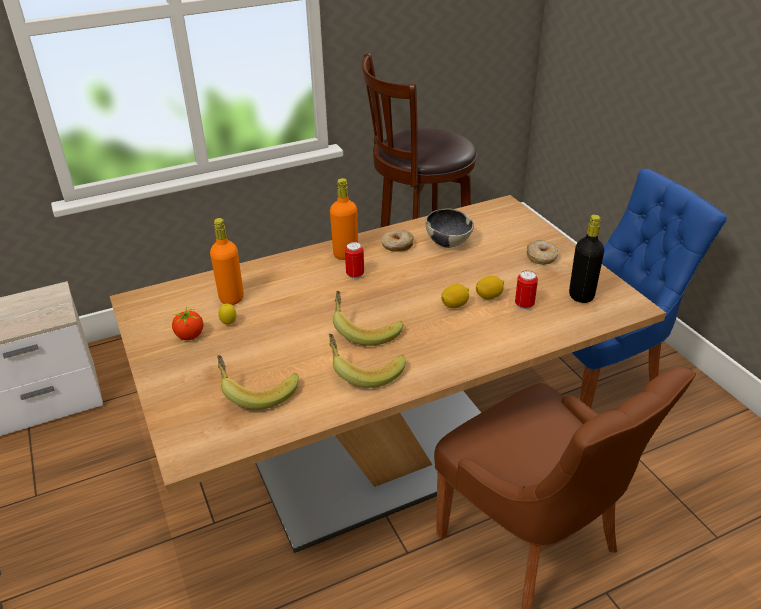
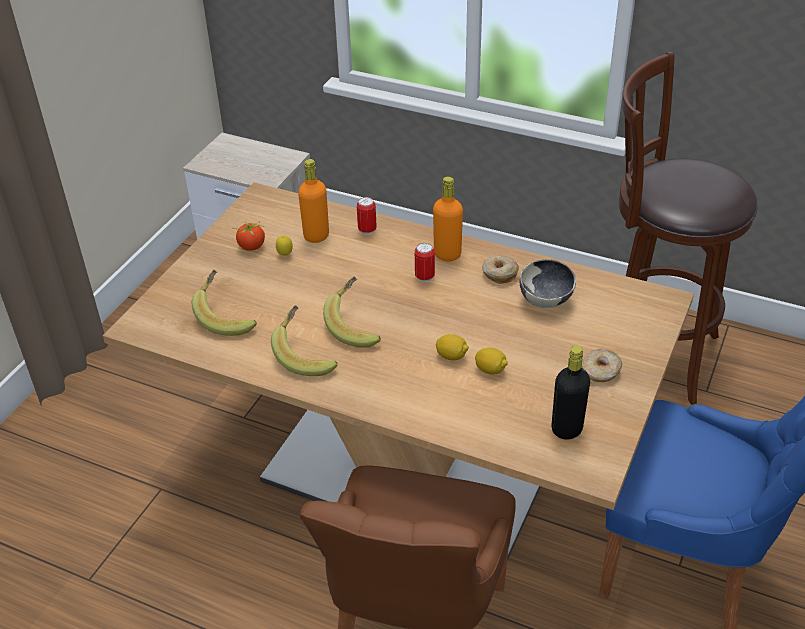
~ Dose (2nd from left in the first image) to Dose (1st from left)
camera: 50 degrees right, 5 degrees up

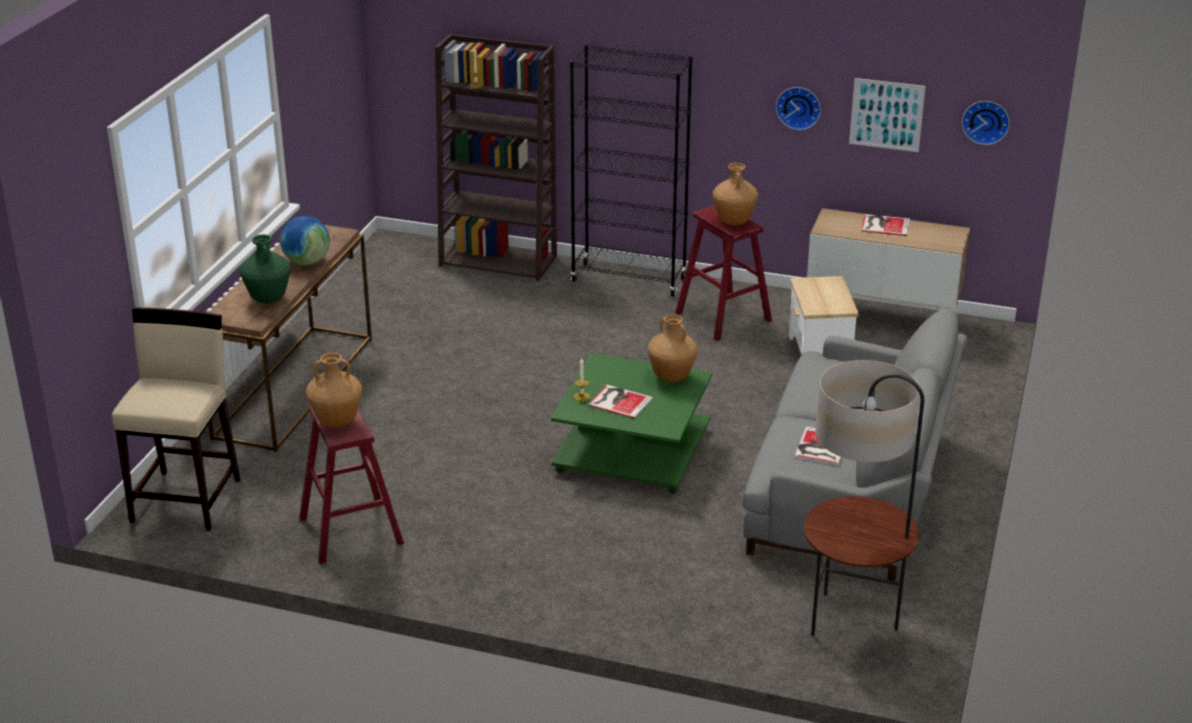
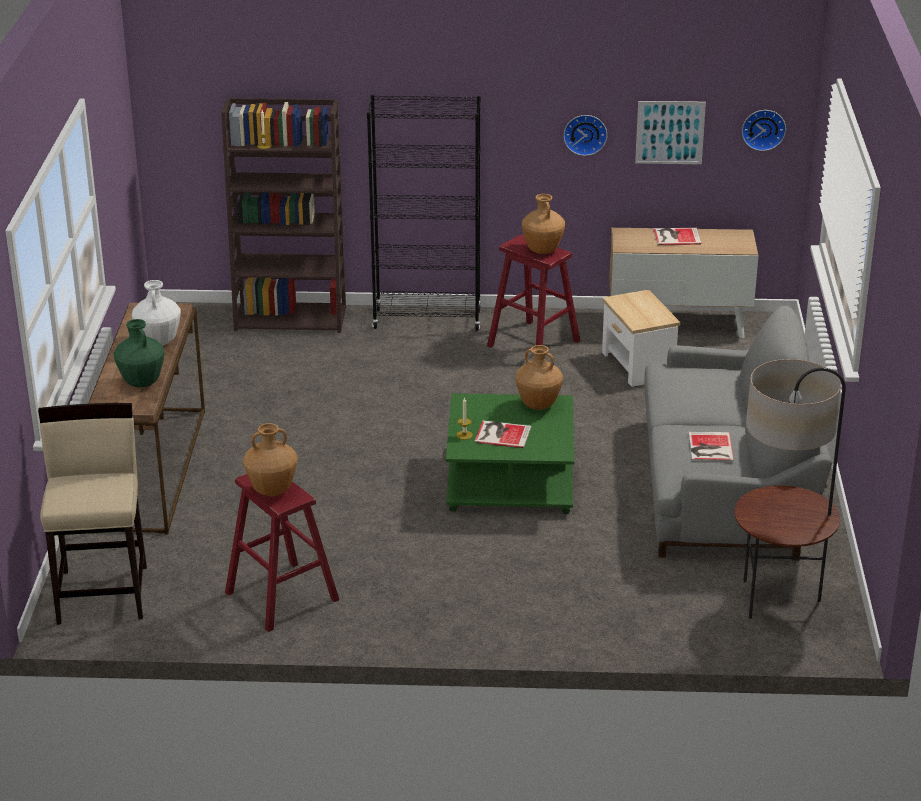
~ Globus to Vase/weiß
camera: 15 degrees left, 0 degrees up

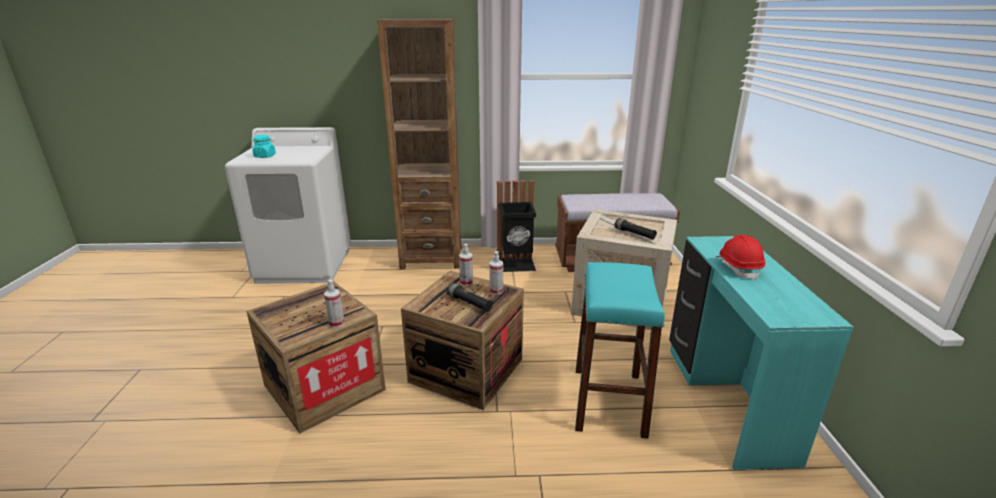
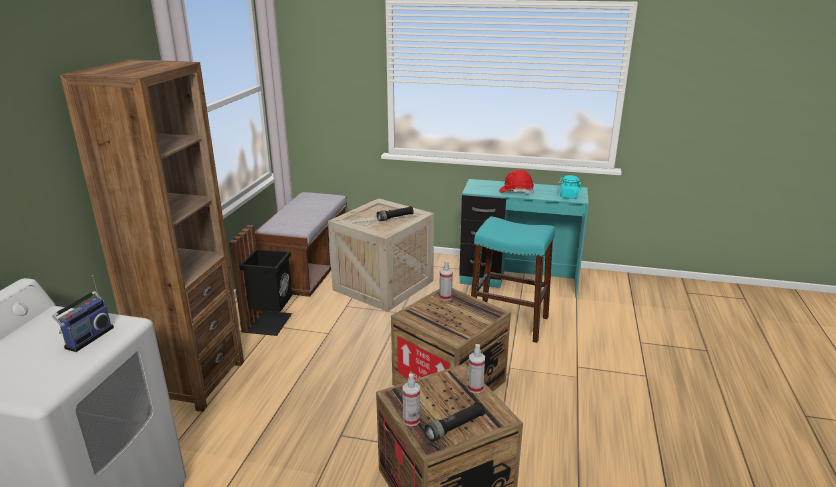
~ Vorratsglas/türkis
~ Taschenlampe/schwarz (1st from left in the first image) to Taschenlampe/schwarz (2nd from left)
~ Sprühflasche (2nd from left in the first image) to Sprühflasche (1st from left)
+ Radio
camera: 75 degrees left, 0 degrees up

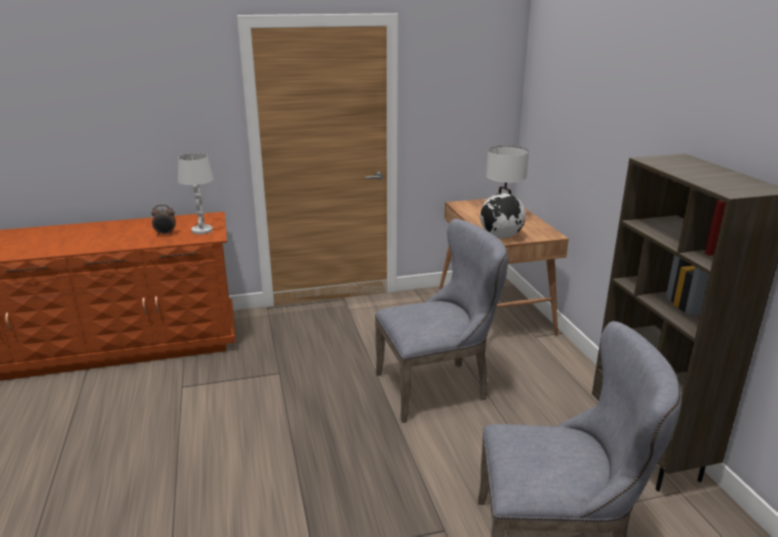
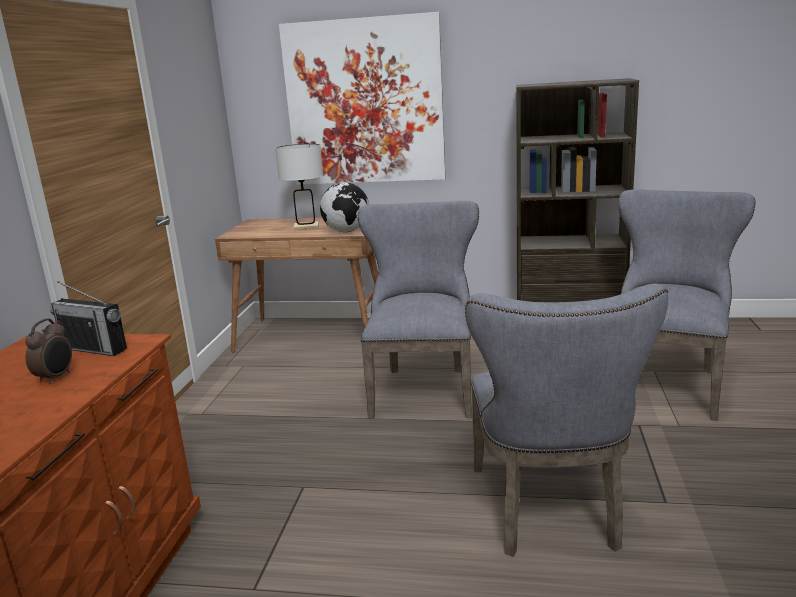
~ Tischlampe/weiß (1st from left) to Radio
+ Bild
+ Stuhl/grau (2nd from left)
camera: 65 degrees left, 5 degrees down

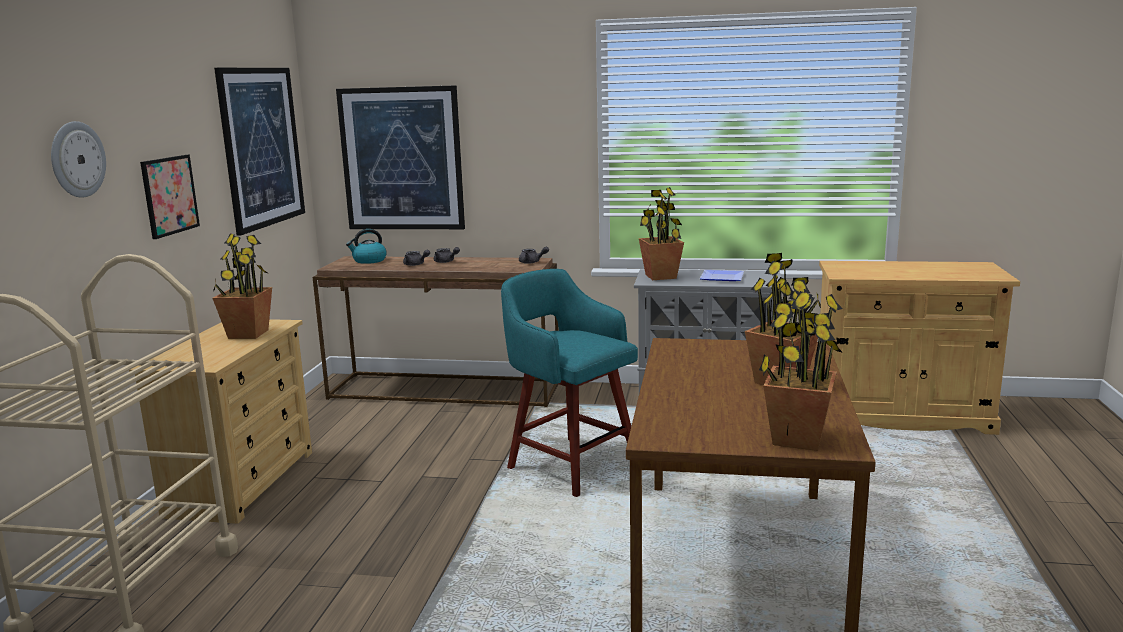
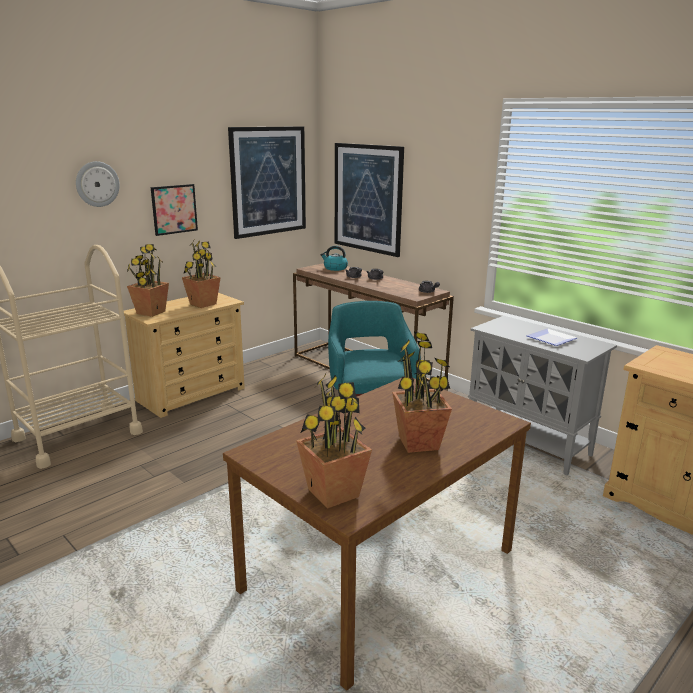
~ Topfpflanze (2nd from left in the first image) to Topfpflanze (1st from left)
camera: 35 degrees right, 5 degrees up

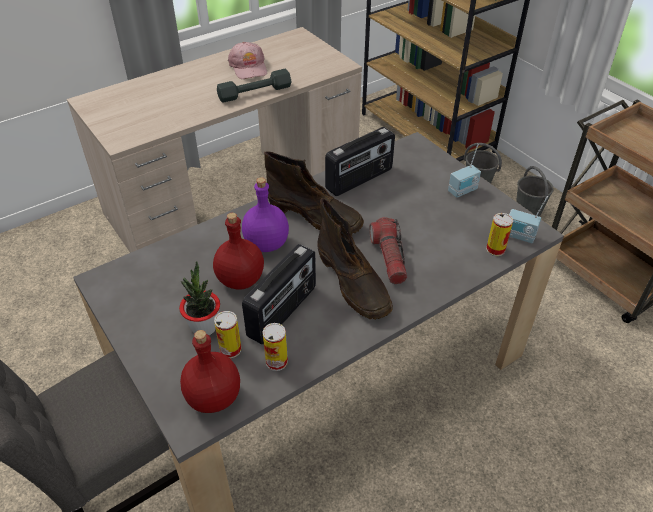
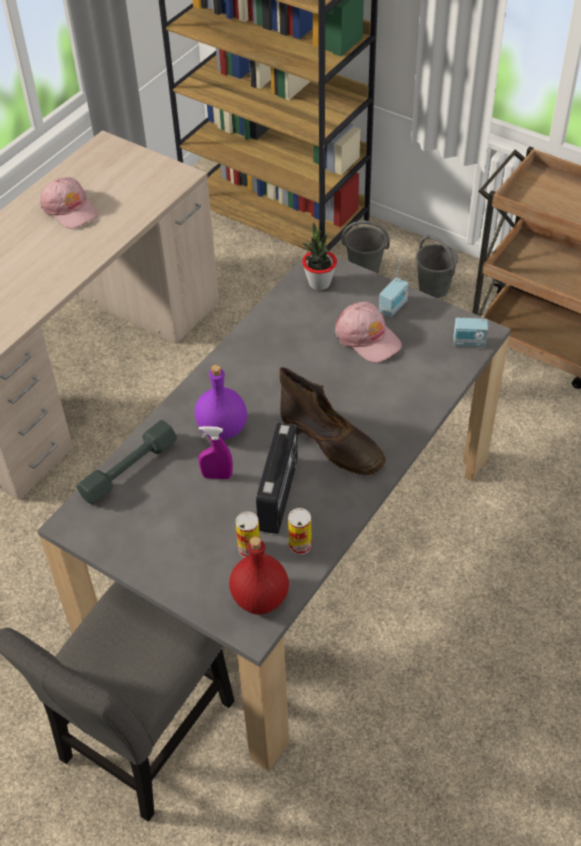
~ Topfpflanze
~ Flasche/rot (2nd from left) to Sprühflasche/lila
~ Hantel/grau
- Stiefel/braun (1st from left)
- Radio (2nd from left)
- Taschenlampe
- Dose (3rd from left)
+ Kappe/rosa (2nd from left)
camera: 20 degrees left, 5 degrees up

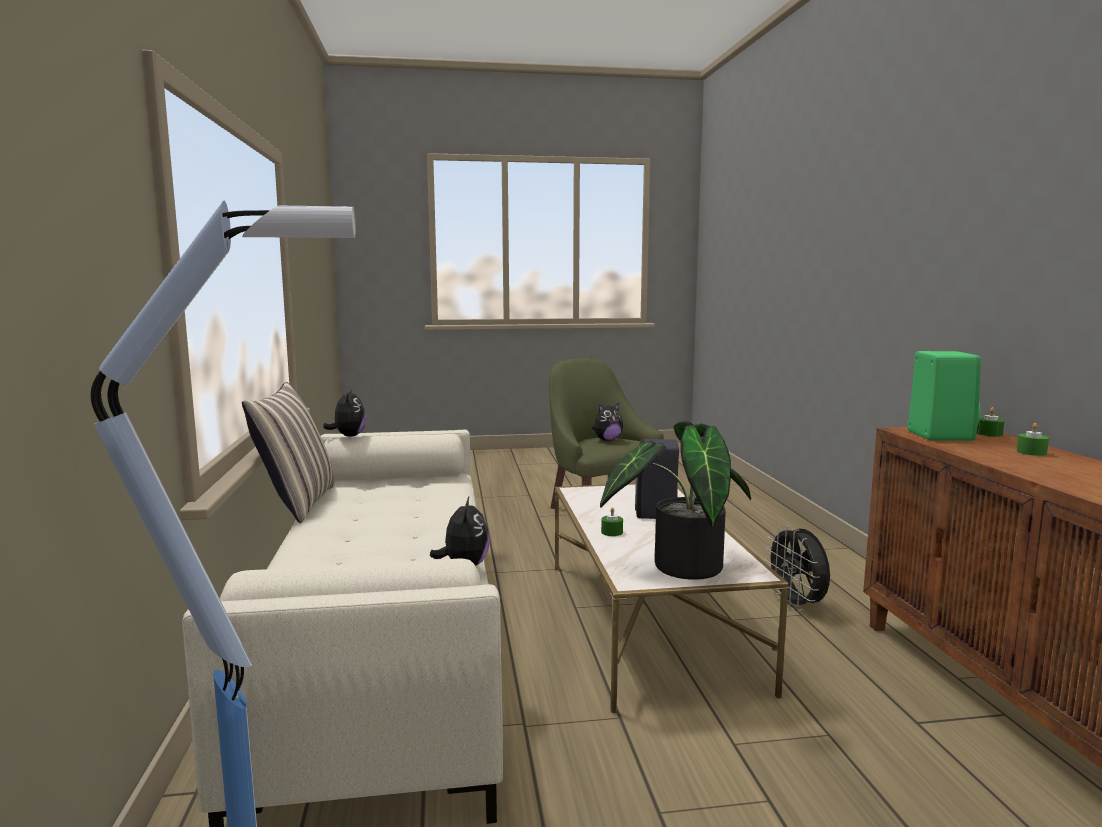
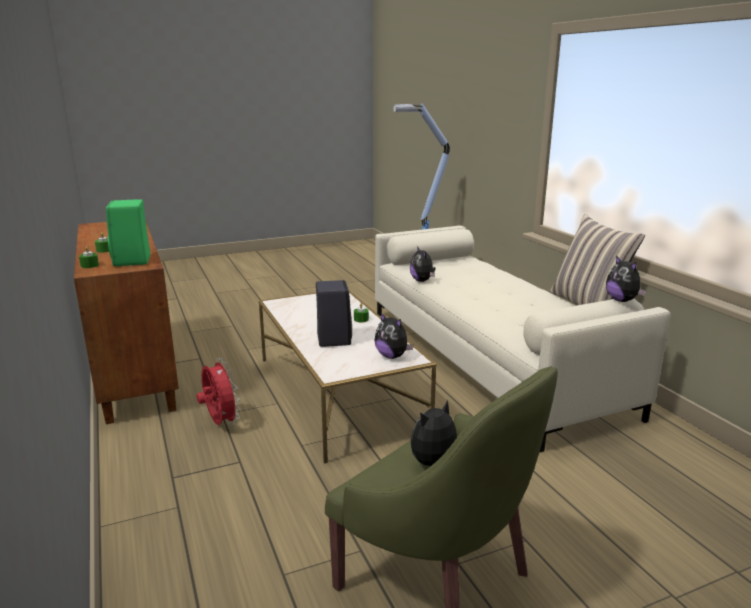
- Topfpflanze
~ Ventilator/schwarz to Ventilator/rot
+ Plüschtier (1st from left)
camera: 165 degrees right, 10 degrees up

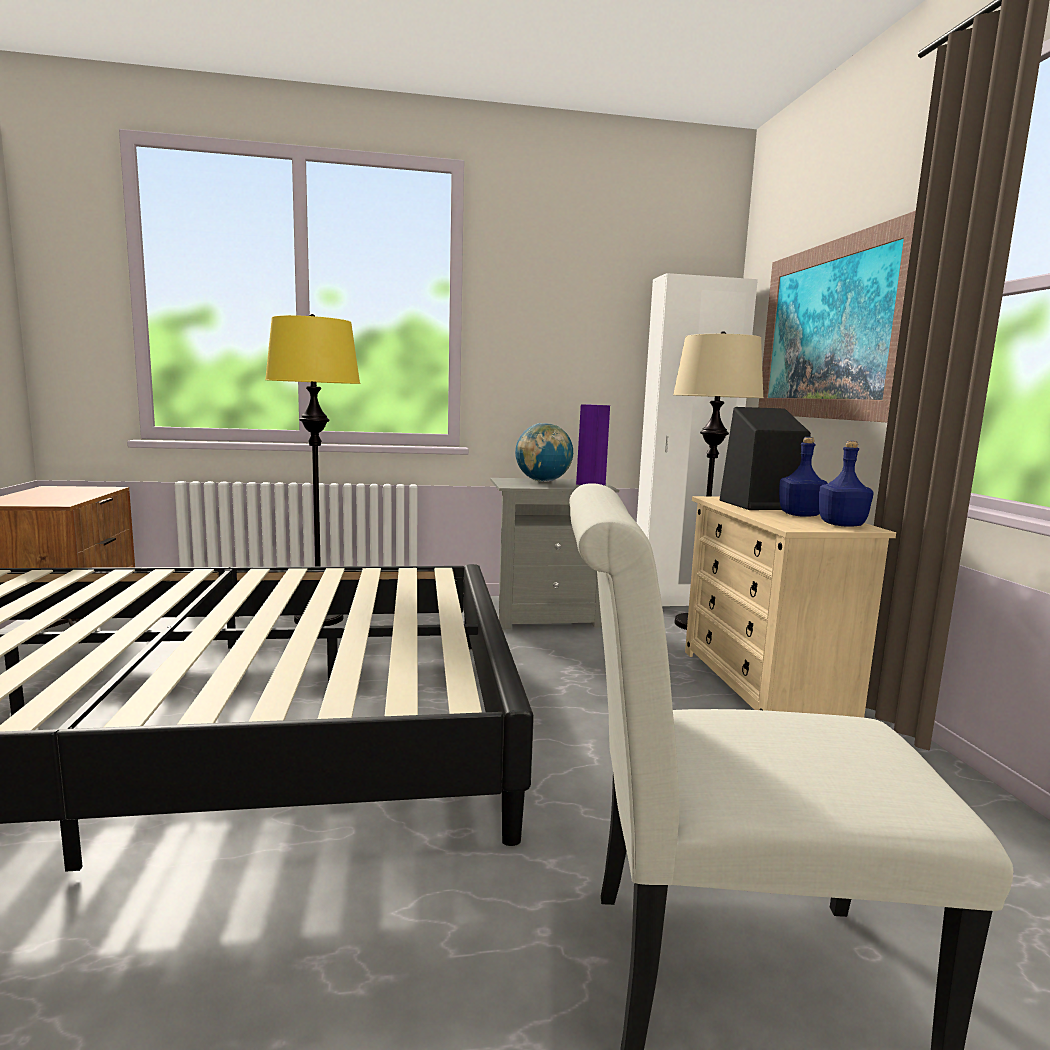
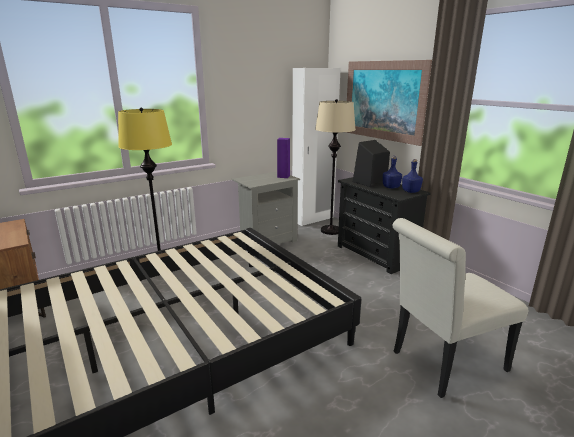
- Globus
~ Kommode/beige to Kommode/schwarz
camera: 25 degrees left, 10 degrees up

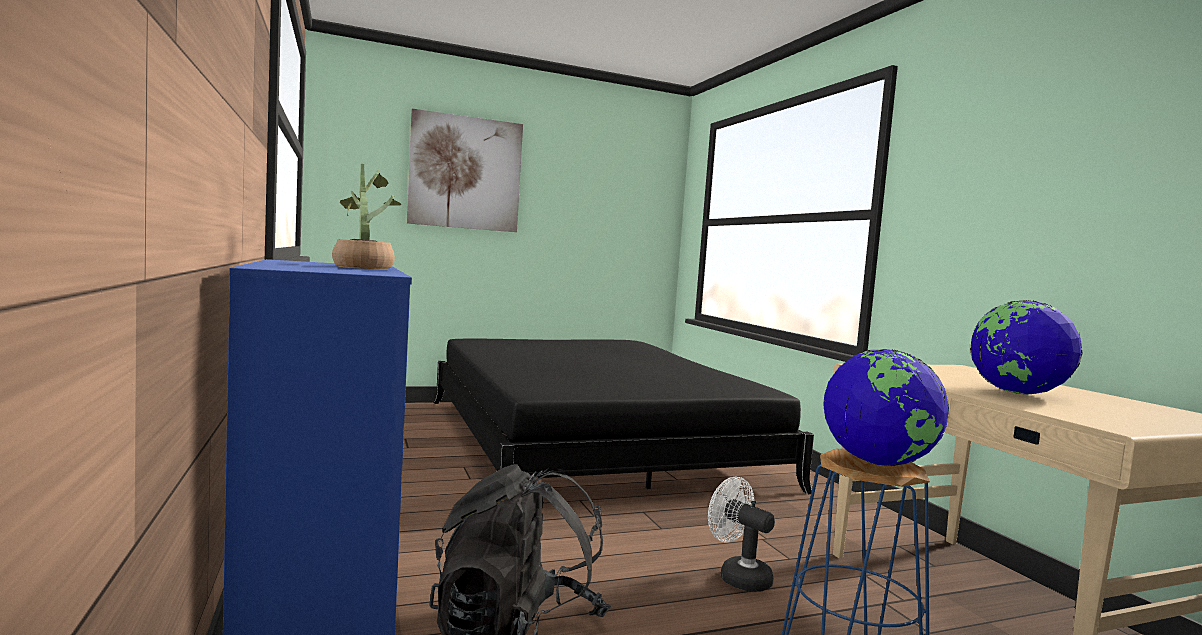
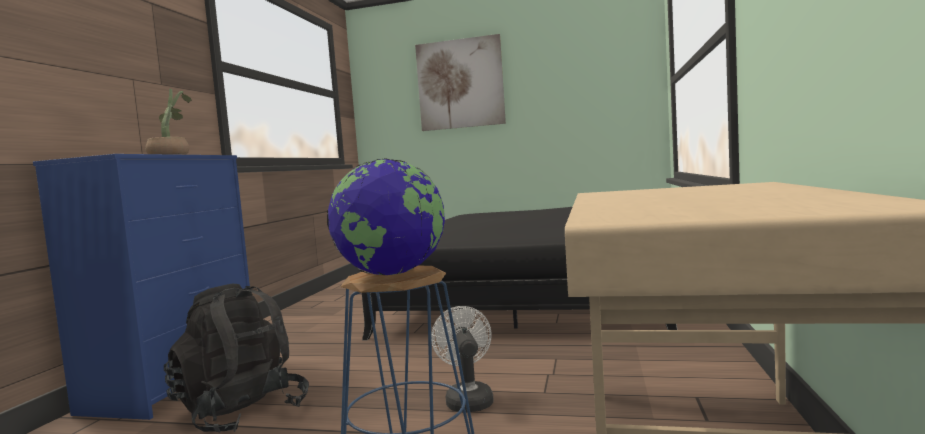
- Globus (2nd from left)
camera: 35 degrees right, 0 degrees up

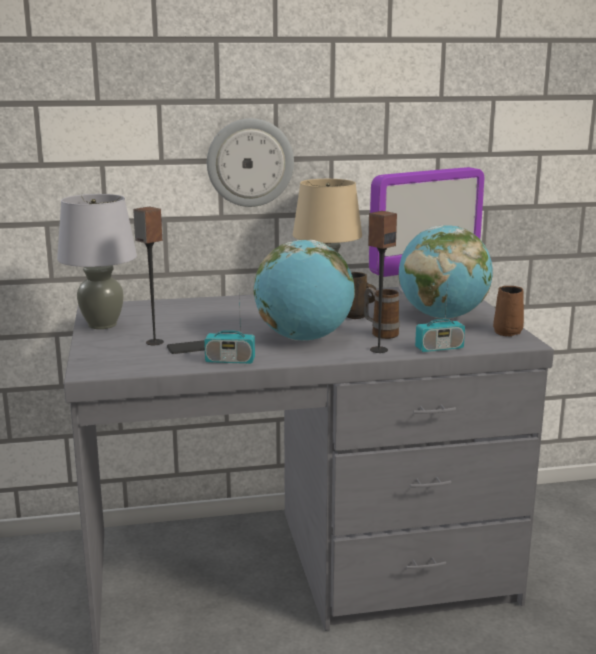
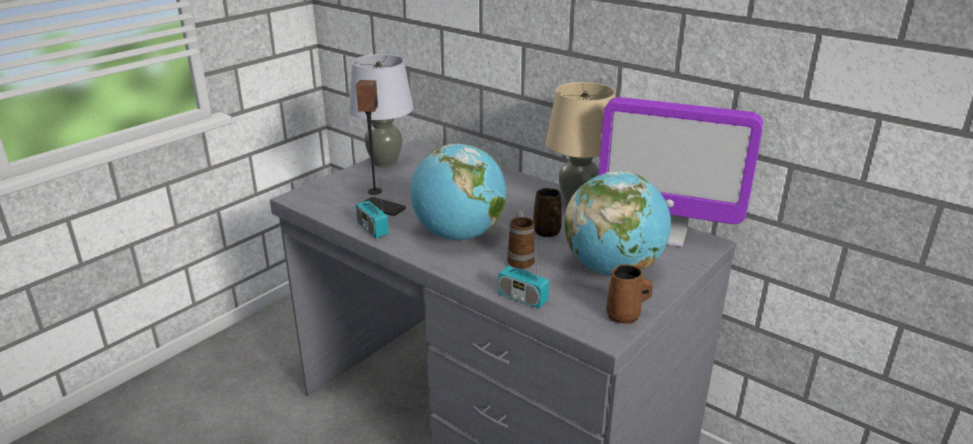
- Wanduhr
- Lautsprecher (2nd from left)
camera: 50 degrees right, 10 degrees up

